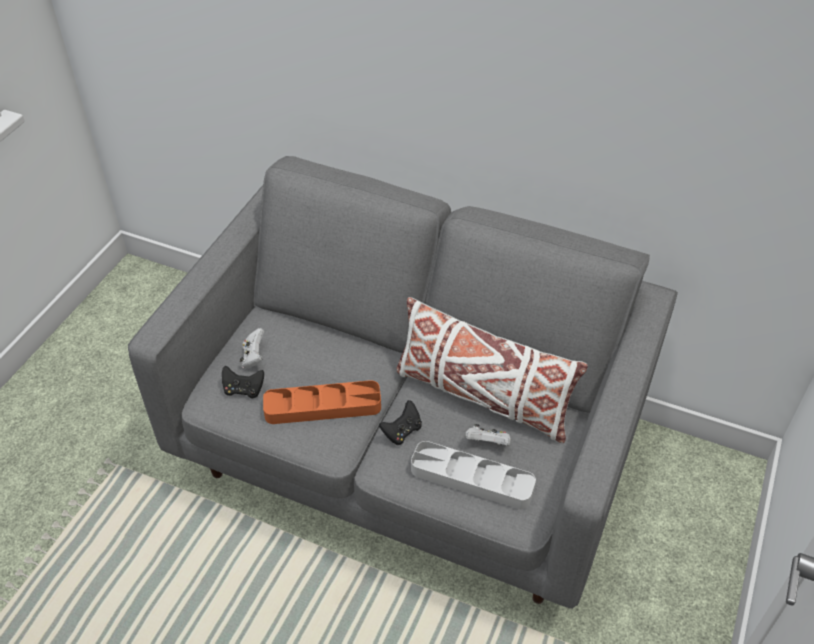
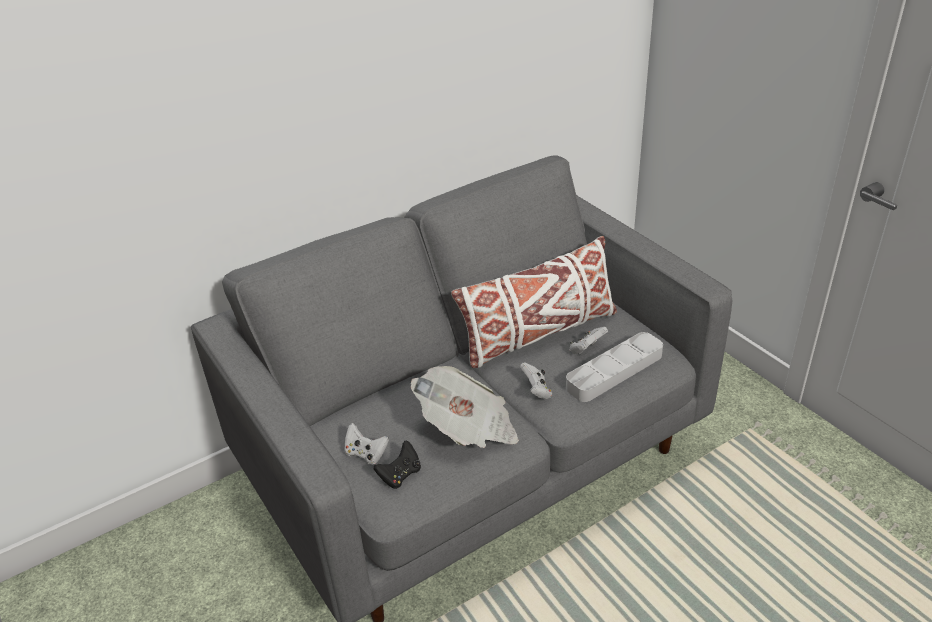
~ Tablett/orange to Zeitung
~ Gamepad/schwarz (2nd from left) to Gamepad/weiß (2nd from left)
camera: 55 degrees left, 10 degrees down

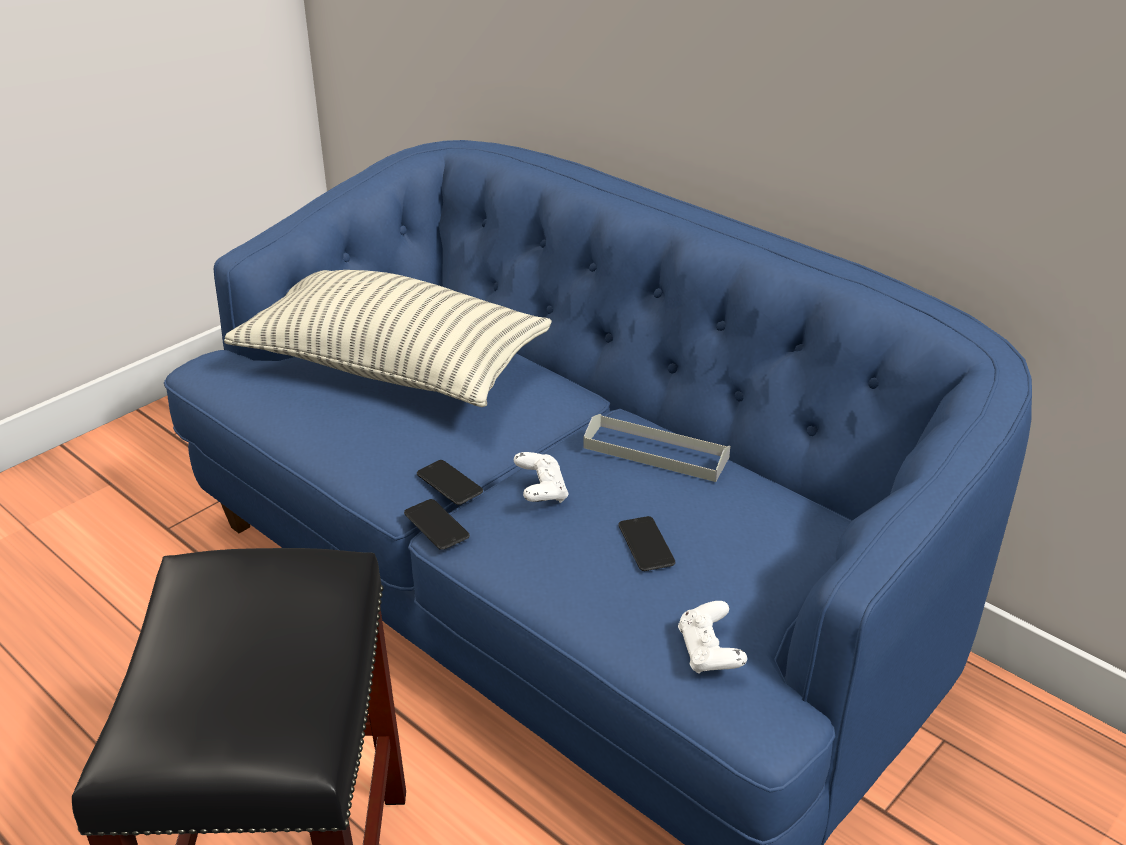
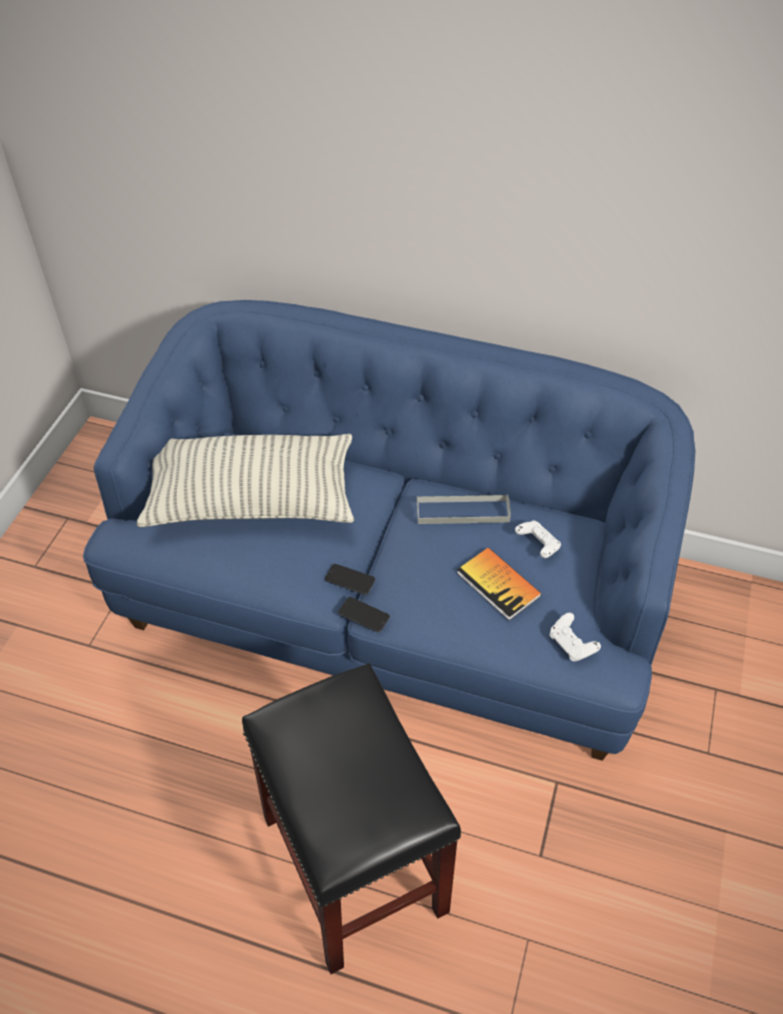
~ Gamepad/weiß (1st from left)
~ Handy (3rd from left) to Buch
camera: 25 degrees left, 15 degrees up

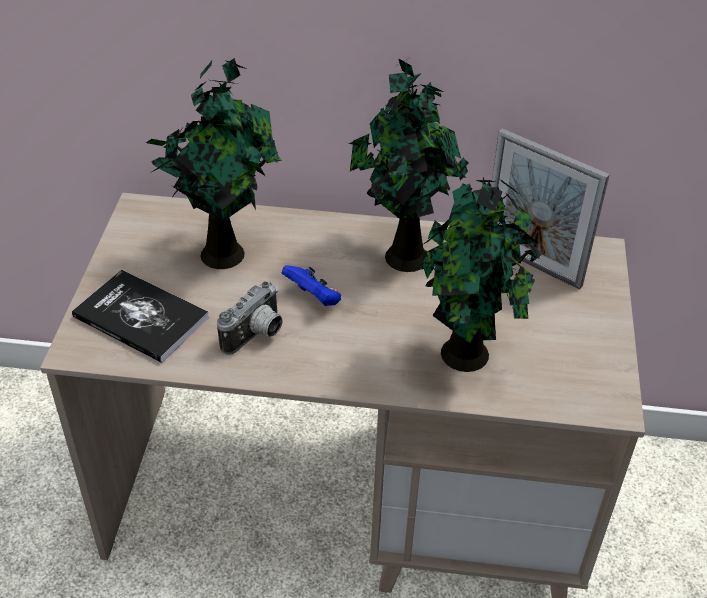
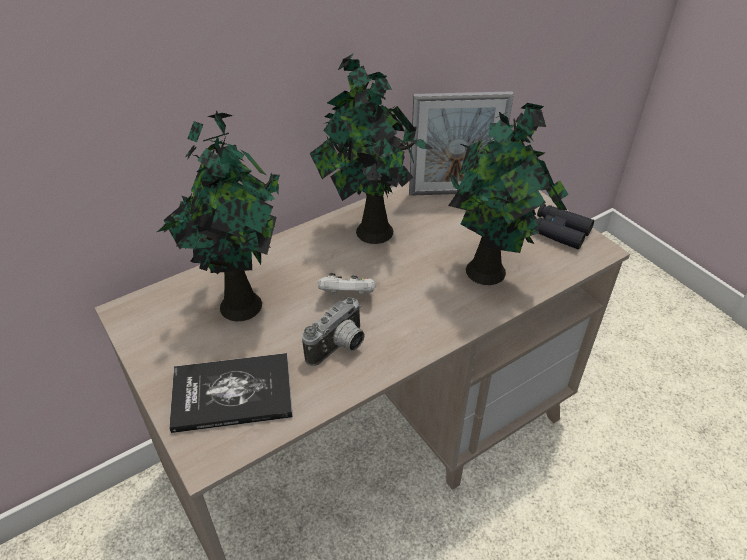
~ Kamera 45 degrees clockwise
~ Gamepad/blau to Gamepad/weiß
+ Fernglas/schwarz
camera: 40 degrees left, 0 degrees up

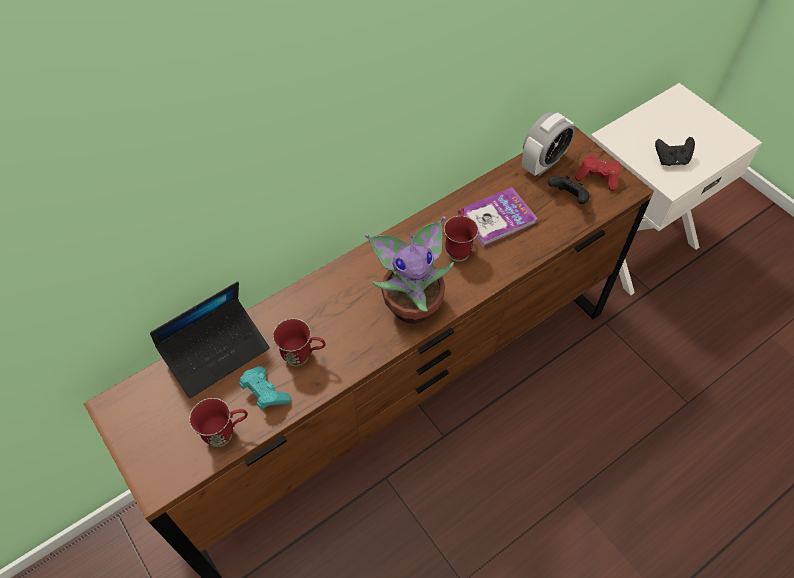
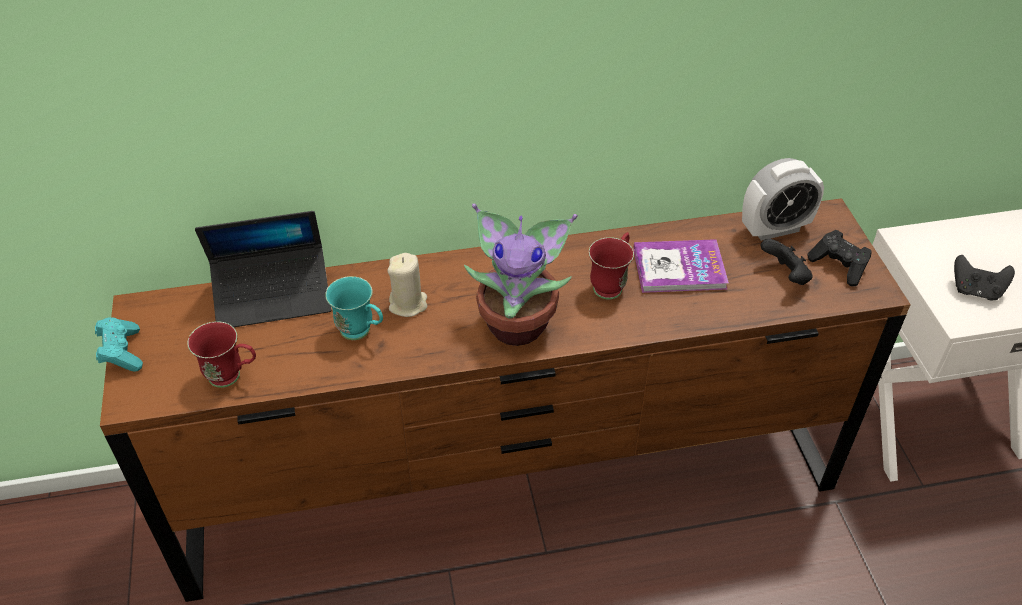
~ Gamepad/türkis
~ Henkelbecher/rot (2nd from left) to Henkelbecher/türkis
~ Gamepad/rot to Gamepad/schwarz (2nd from left)
+ Kerze/beige
camera: 25 degrees right, 10 degrees down

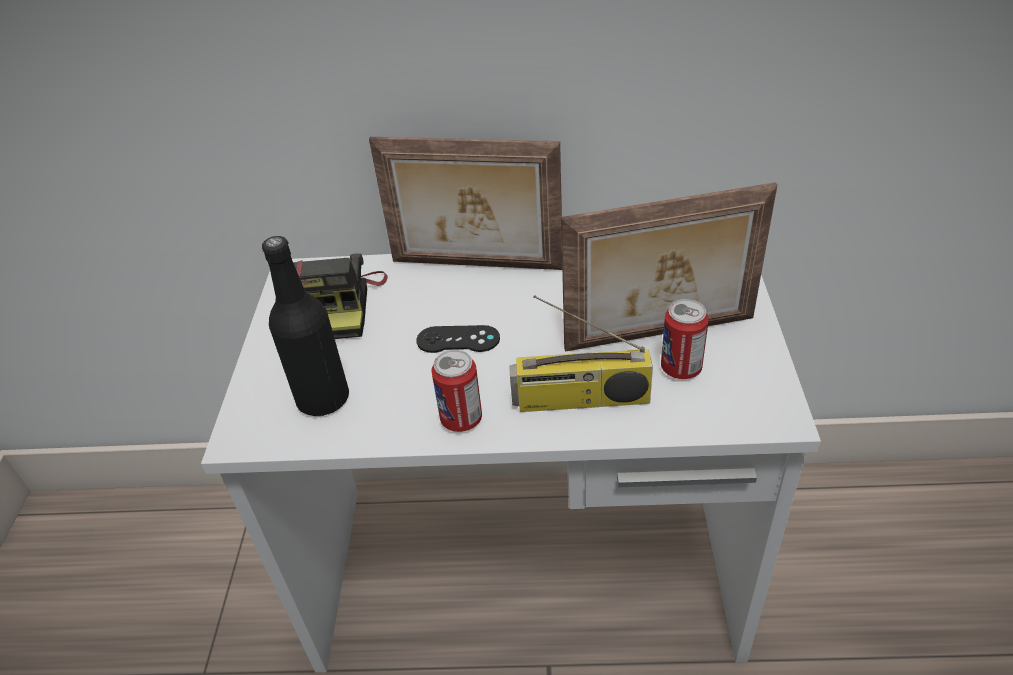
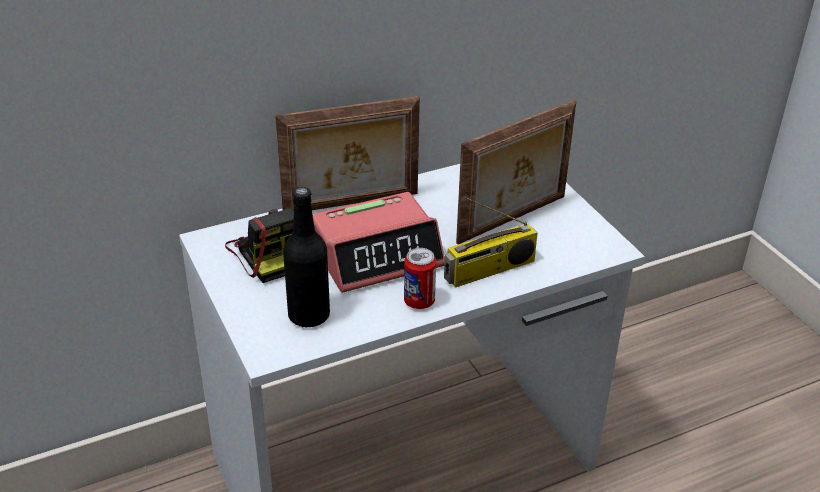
~ Gamepad/schwarz to Wecker
- Dose (2nd from left)
camera: 30 degrees left, 5 degrees down

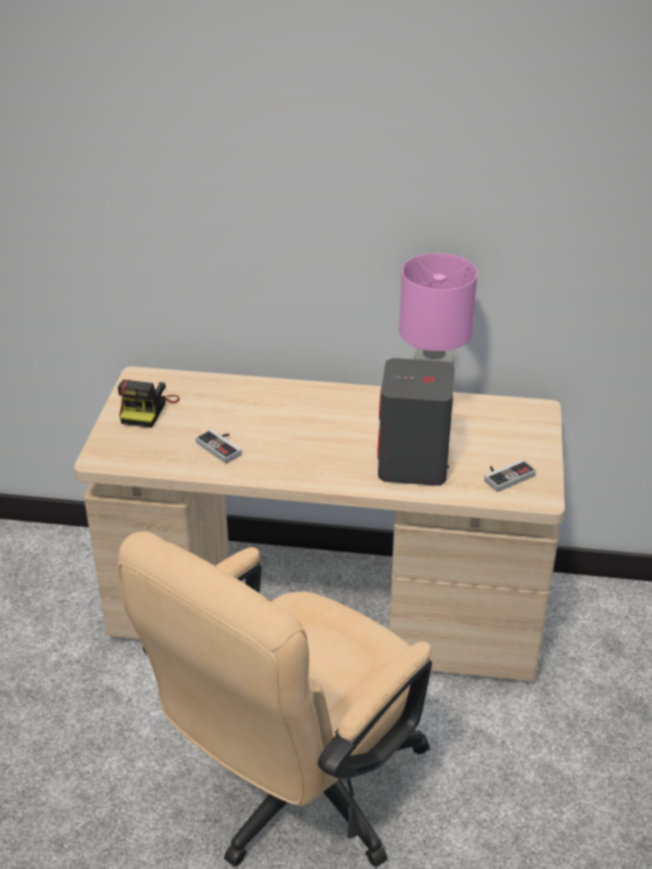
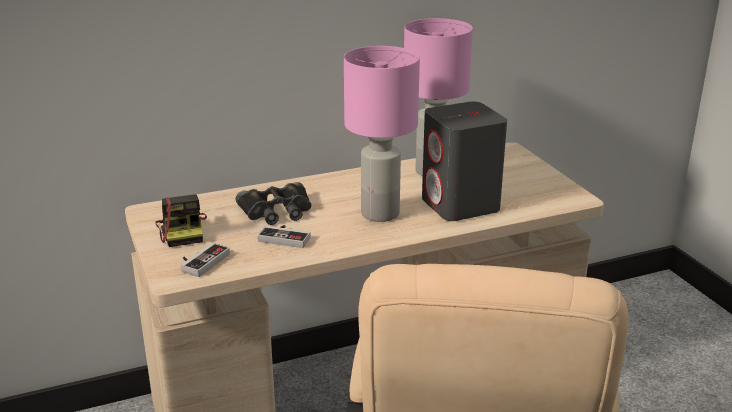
~ Gamepad (2nd from left in the first image) to Gamepad (1st from left)
+ Fernglas/schwarz
+ Tischlampe/rosa (1st from left)
camera: 30 degrees left, 10 degrees down

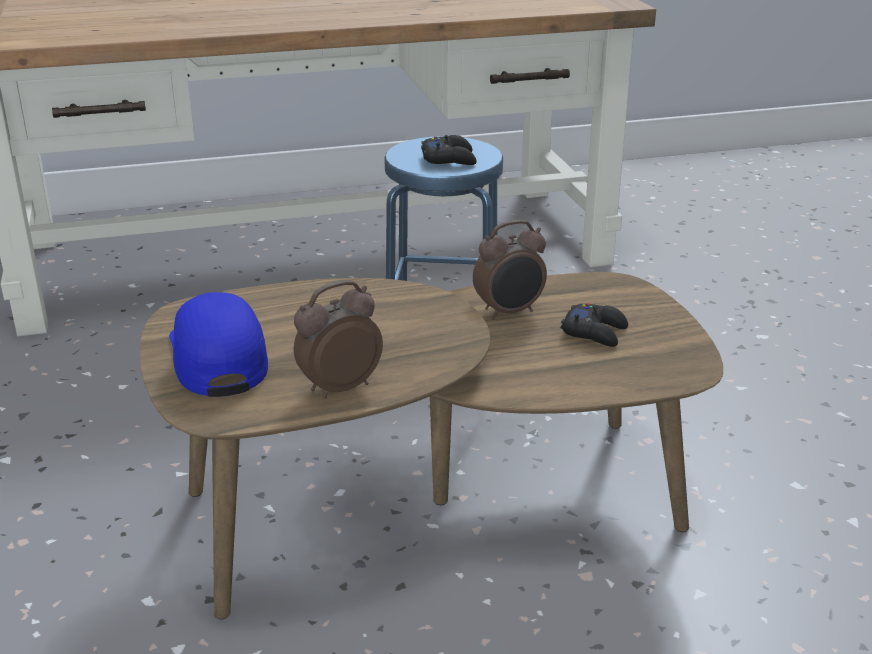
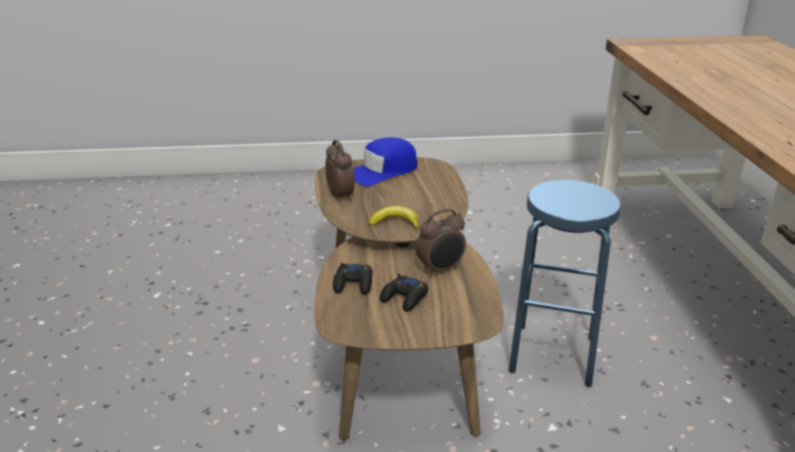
~ Kappe/blau 150 degrees clockwise
~ Gamepad/schwarz (1st from left)
~ Wecker (2nd from left) 105 degrees counterclockwise
+ Banane
camera: 100 degrees right, 0 degrees up

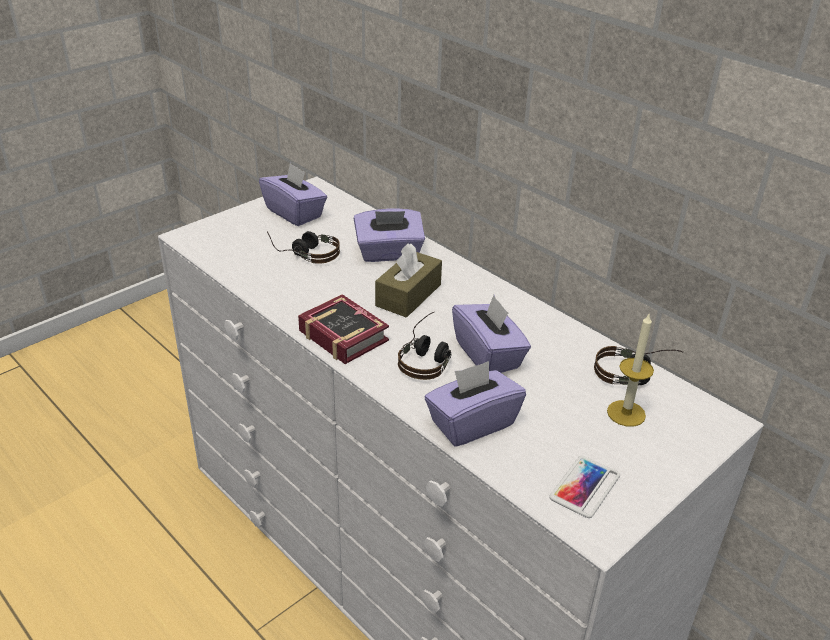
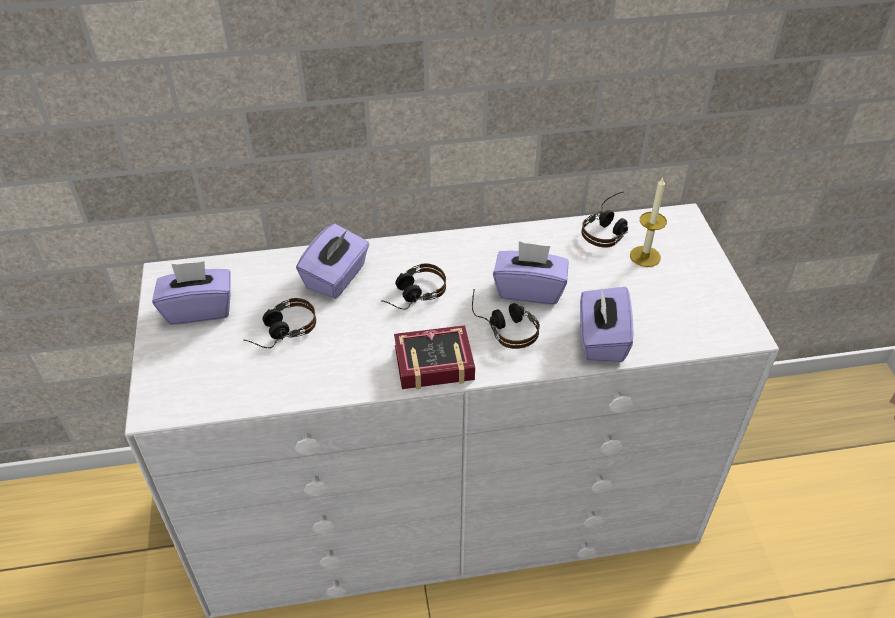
~ Taschentuchbox/braun to Kopfhörer (2nd from left)
- Handy
camera: 55 degrees left, 10 degrees up

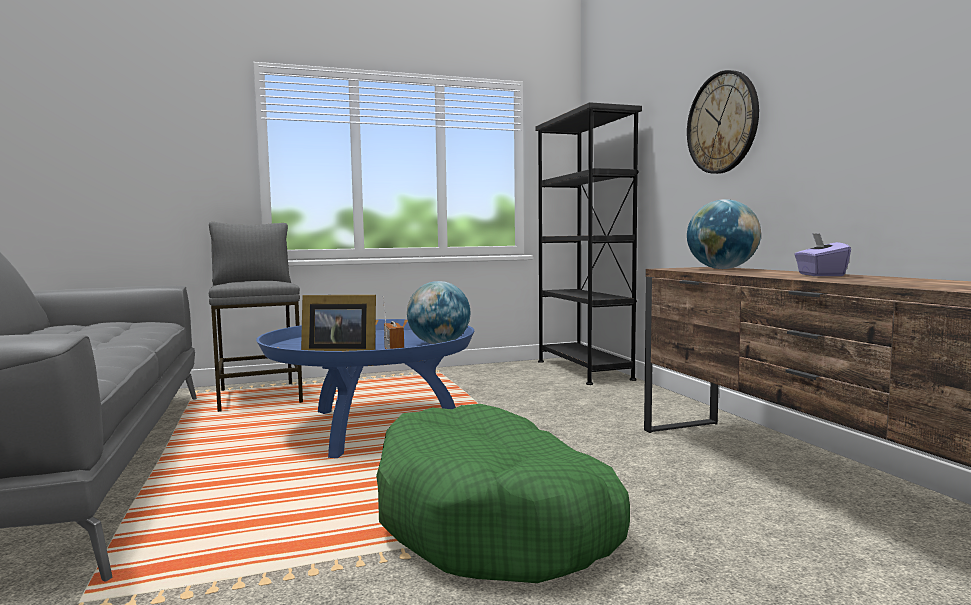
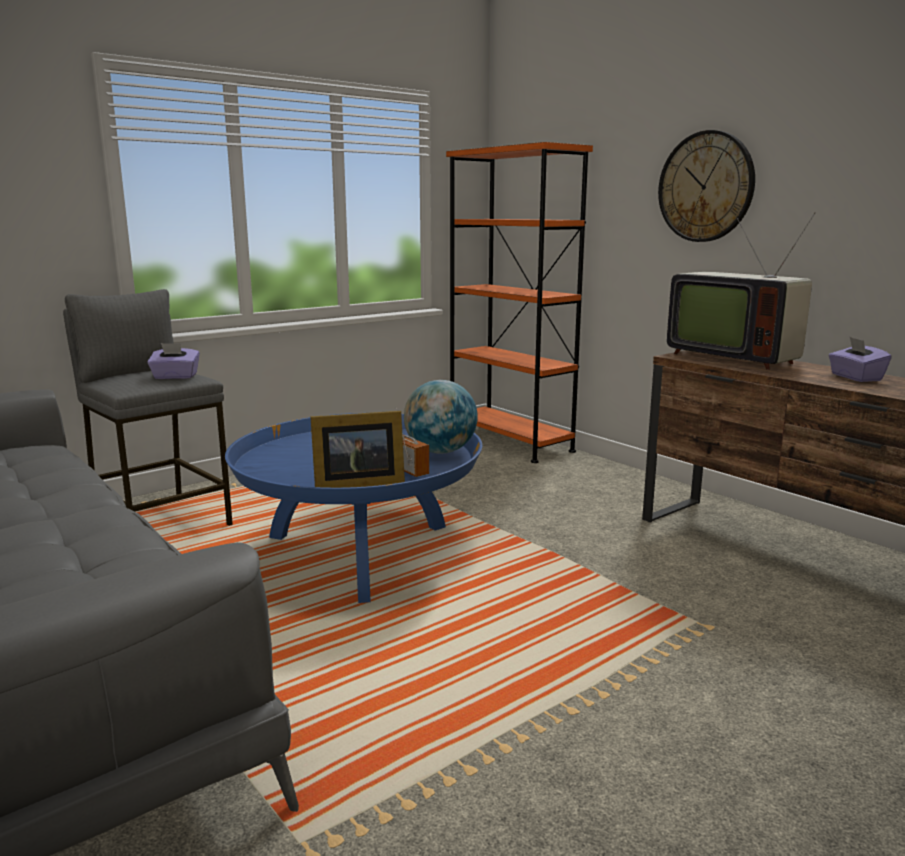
- Hundebett/grün
~ Bücherregal/schwarz to Bücherregal/orange
~ Globus (2nd from left) to Fernseher
+ Taschentuchbox/lila (1st from left)
camera: 20 degrees left, 10 degrees up

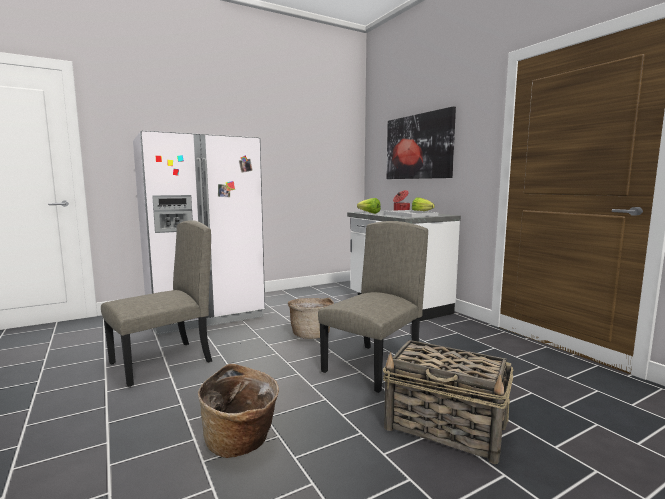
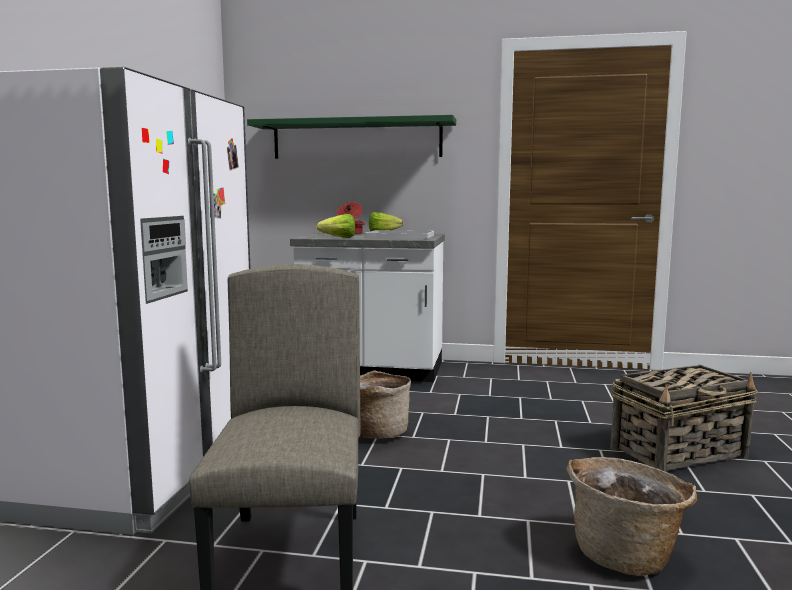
- Stuhl/beige (2nd from left)
~ Bild to Wandregal/grün
camera: 50 degrees left, 0 degrees up

